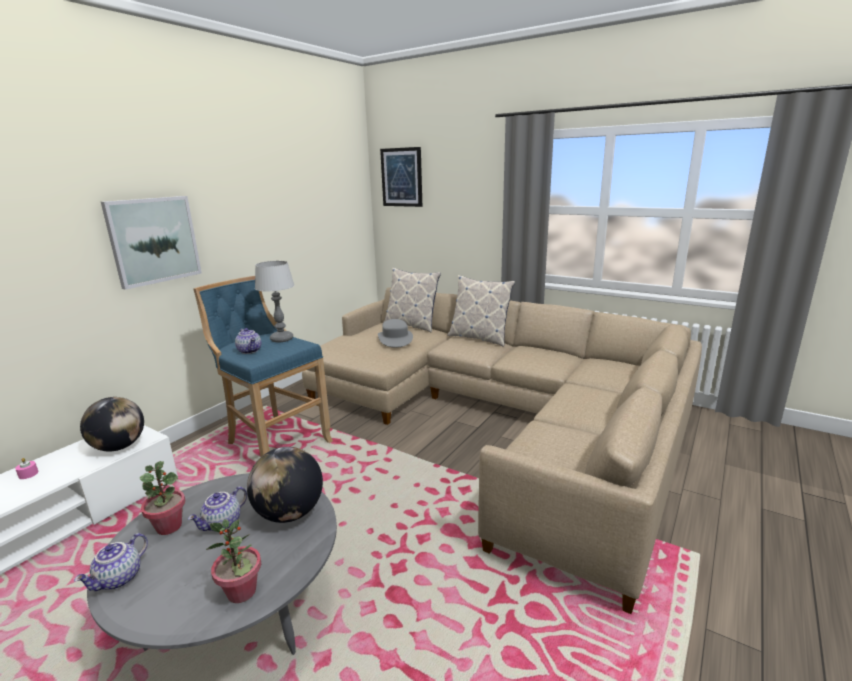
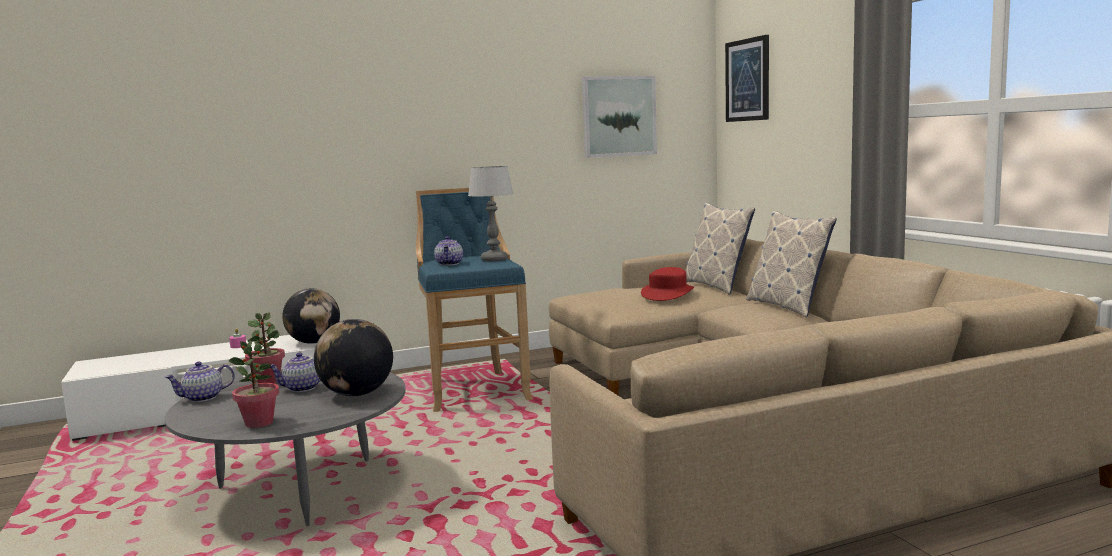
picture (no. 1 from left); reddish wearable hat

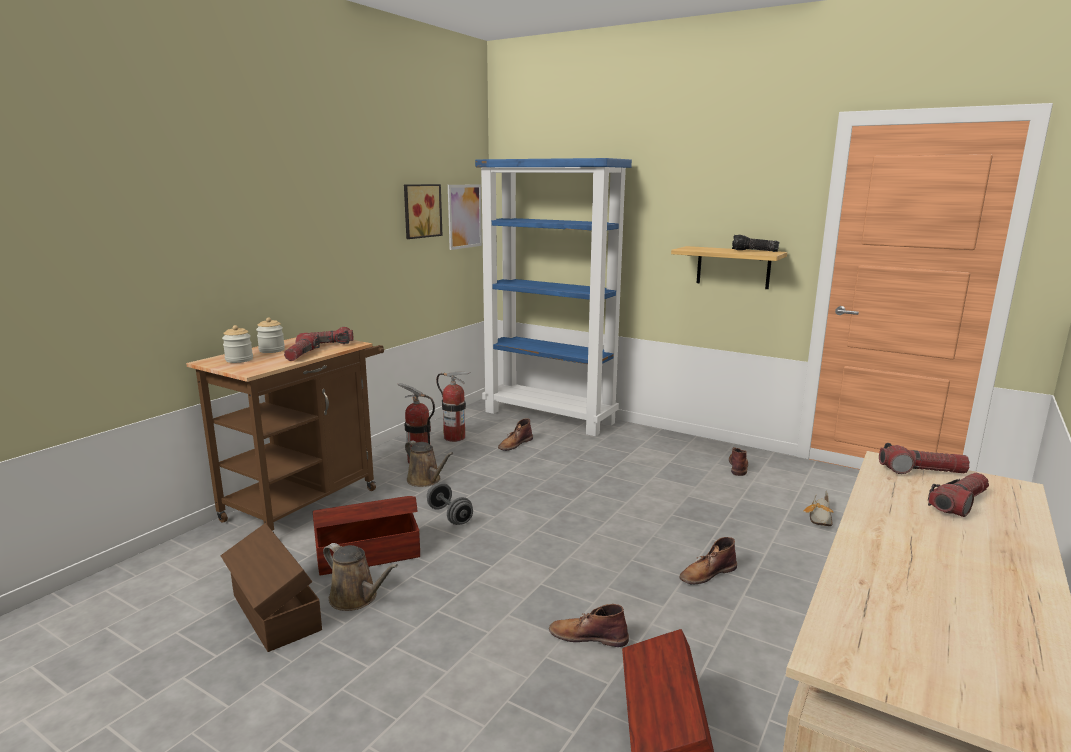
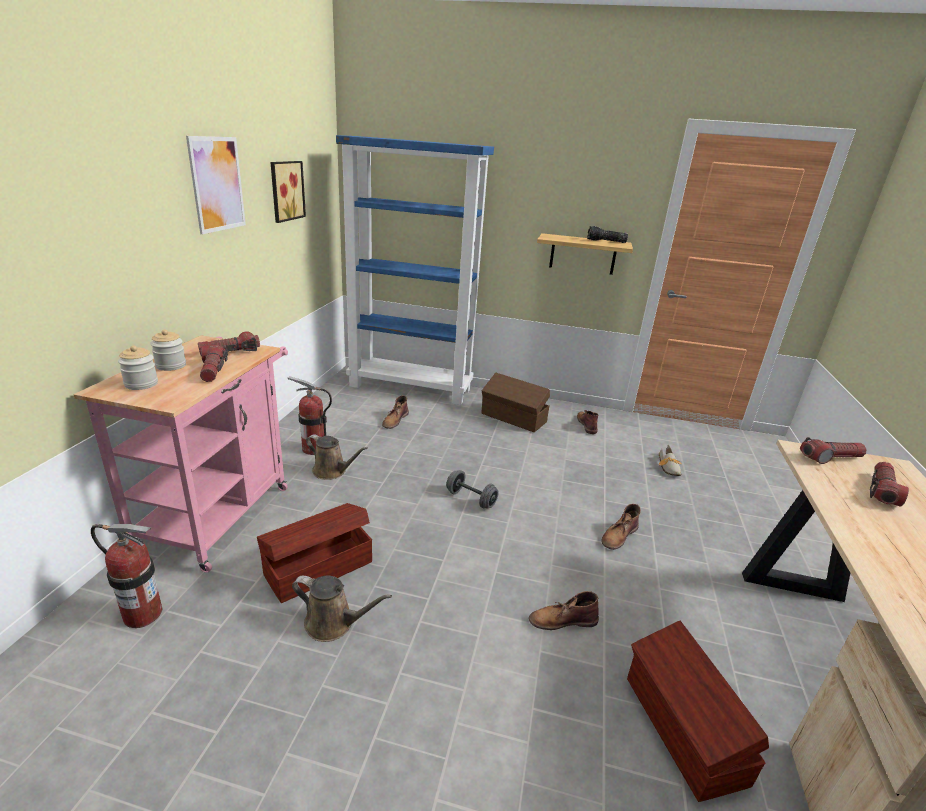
pink cart; fire extinguisher (no. 1 from left); picture (no. 1 from left); greyish hand weight; brownish storage bin (no. 2 from left)

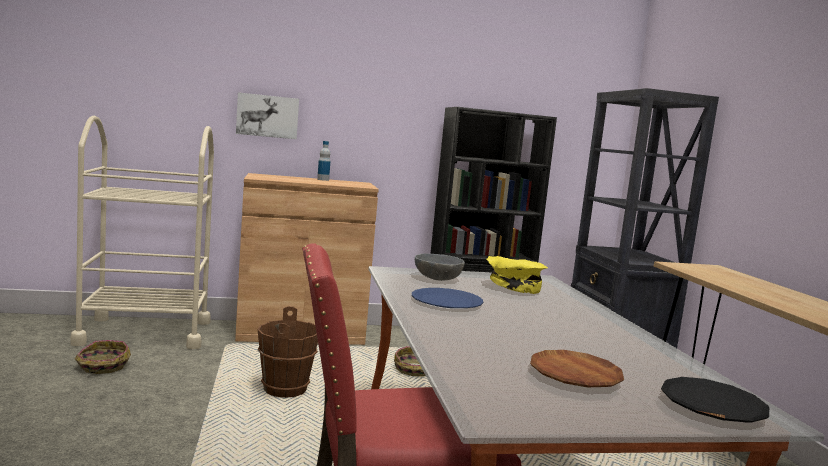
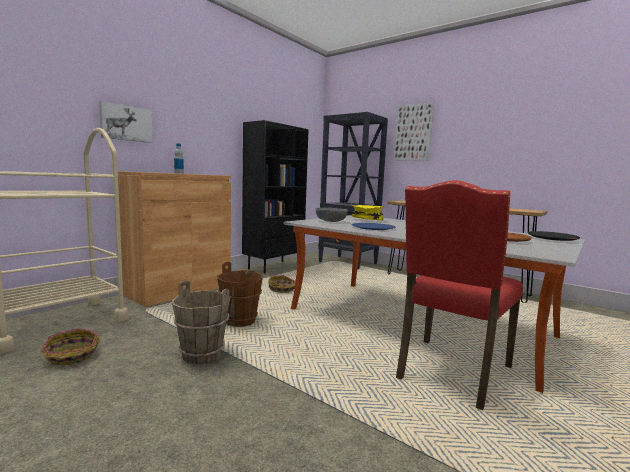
brownish water bucket (no. 1 from left); picture (no. 2 from left)

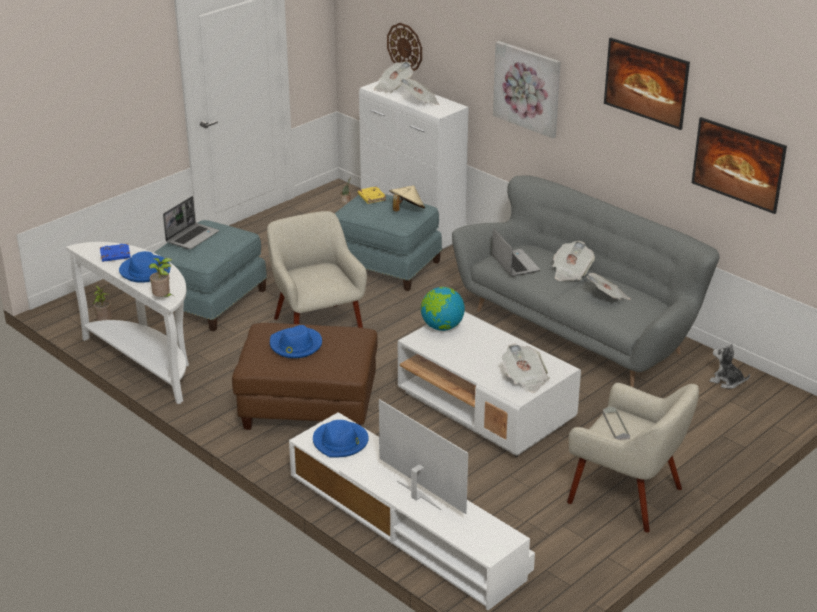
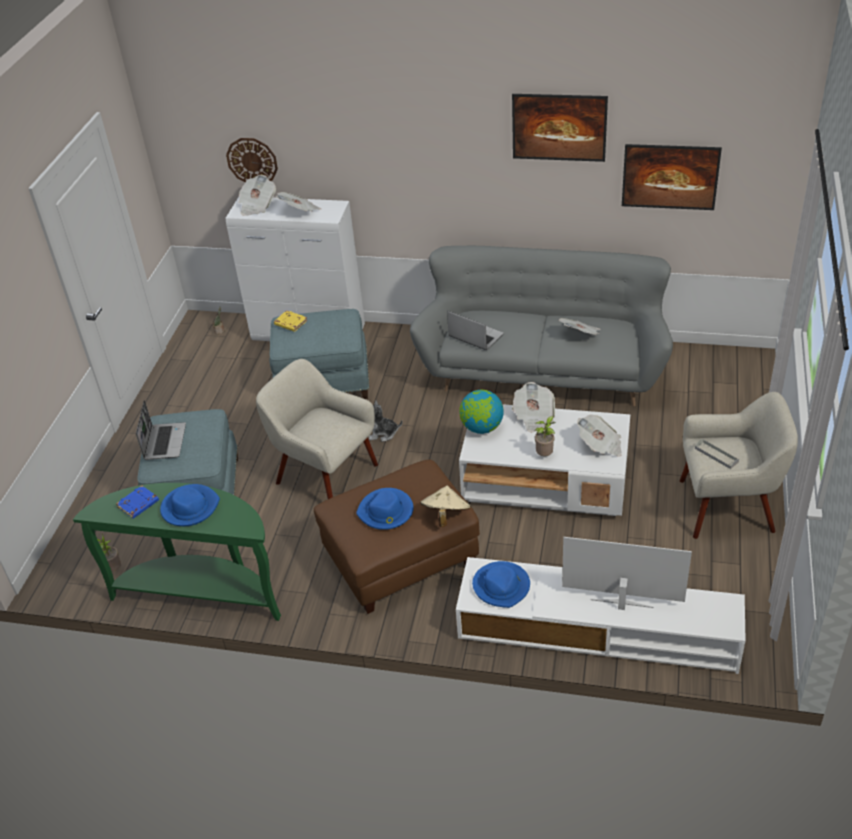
green-coloured console table; soft toy; beige-coloured wearable hat; printed paper (no. 3 from left); houseplant (no. 3 from left); picture (no. 1 from left in the first image)

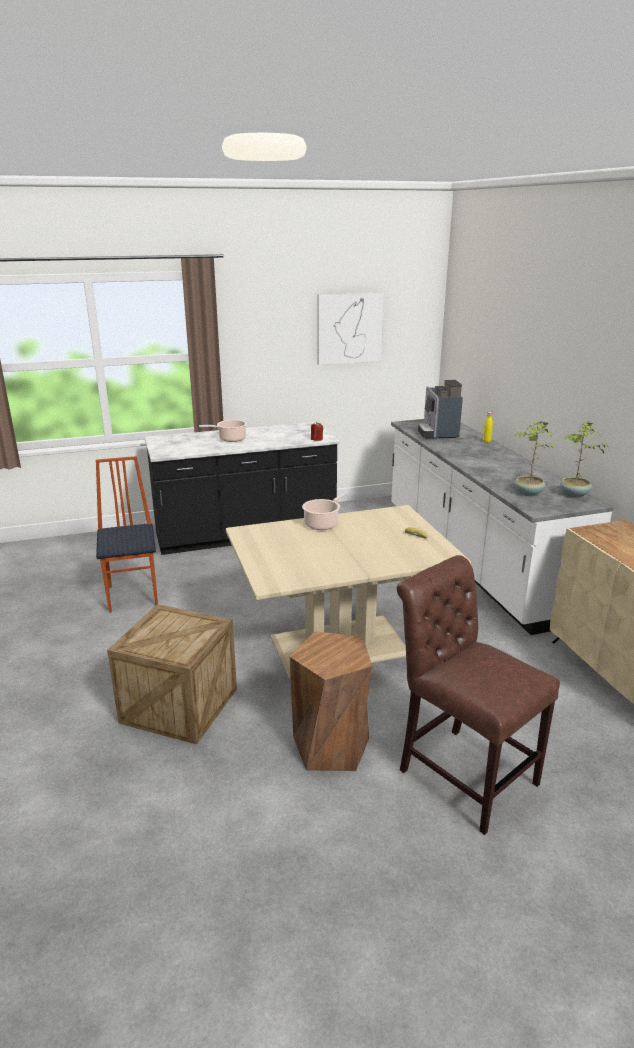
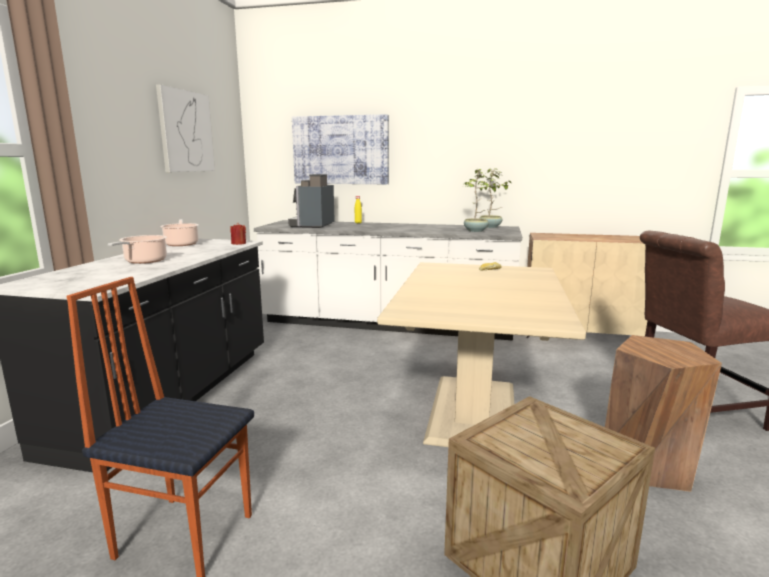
saucepot (no. 2 from left); coffee maker; picture (no. 2 from left)

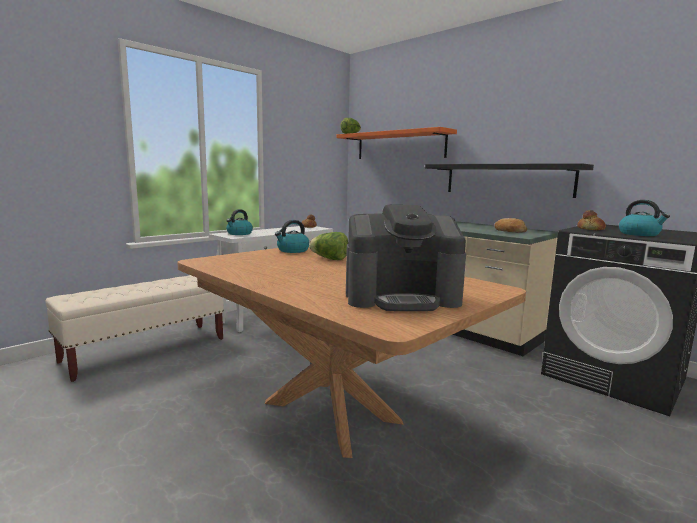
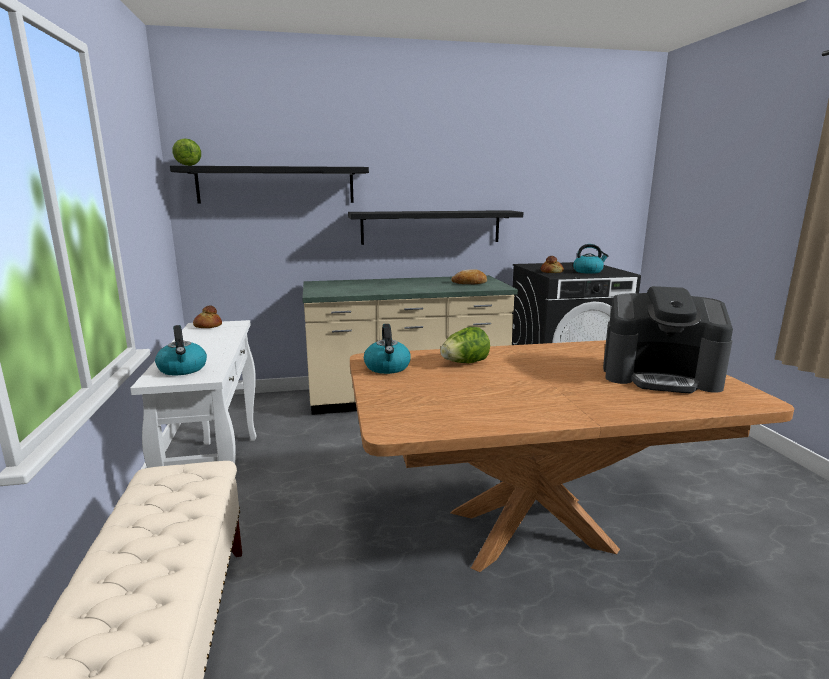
blackish shelf (no. 1 from left); coffee maker

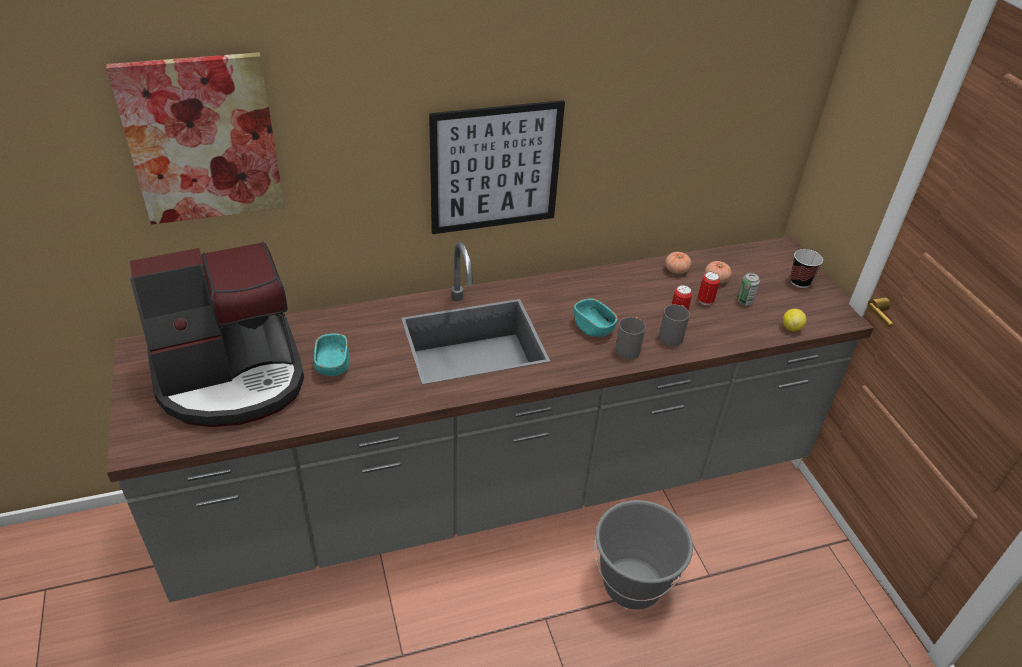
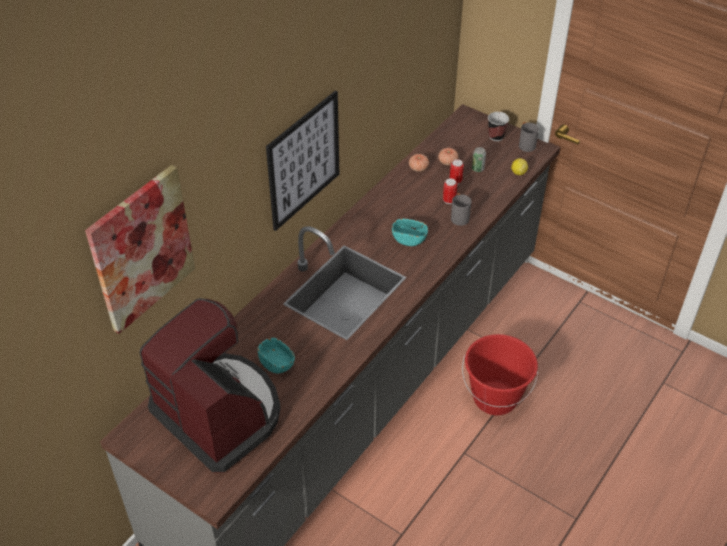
coffee maker; reddish water bucket; greyish mug (no. 2 from left)

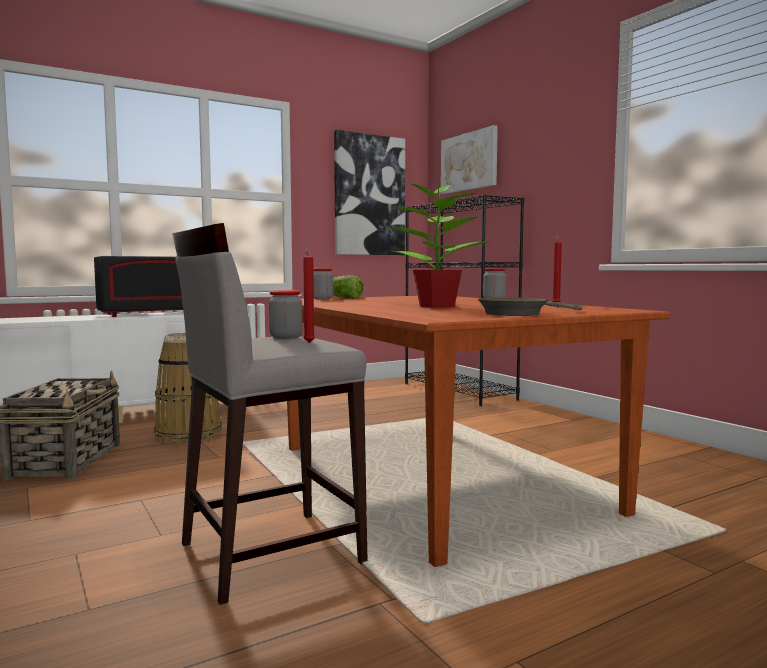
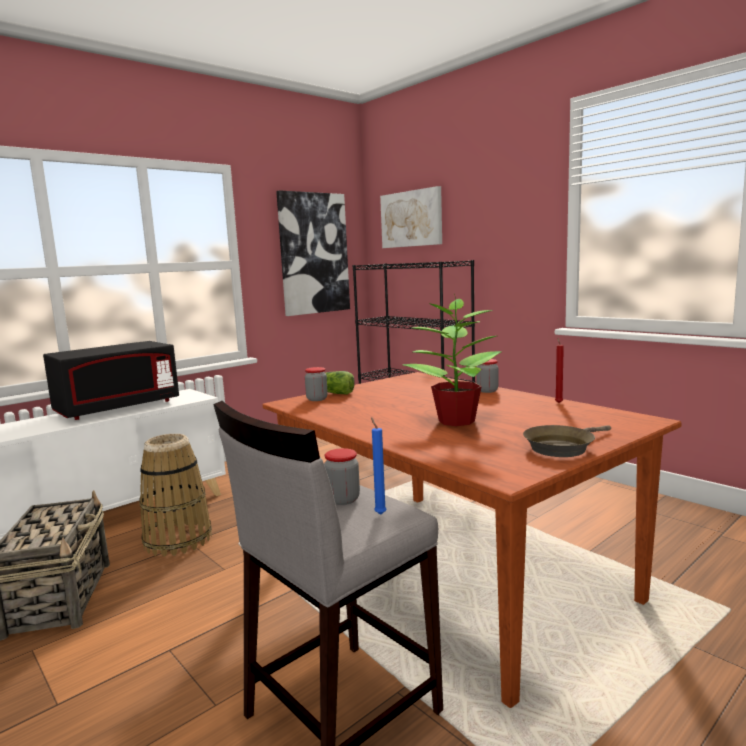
blue-coloured wax light

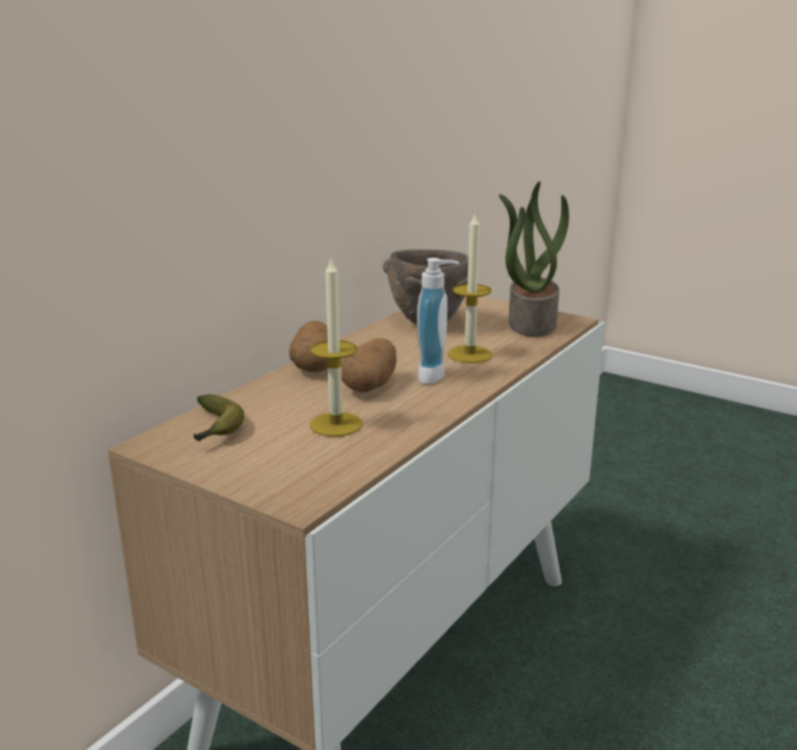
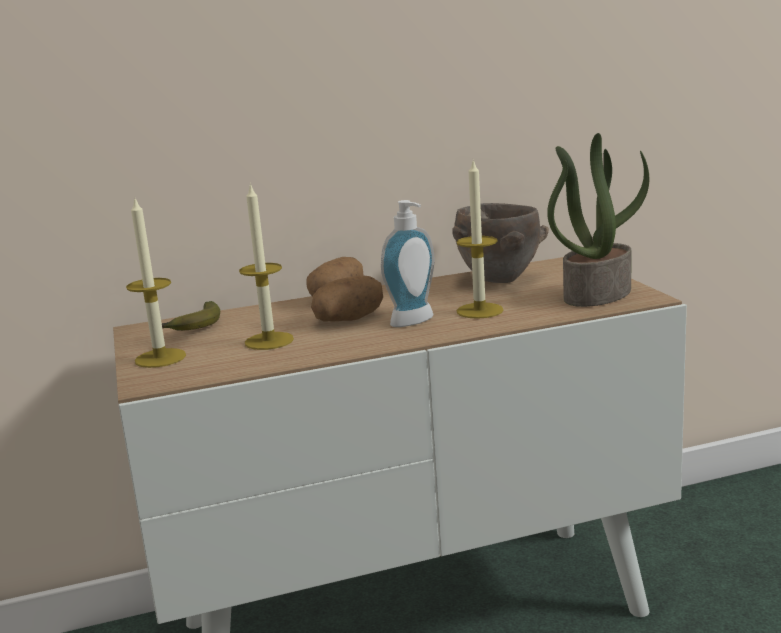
wax light (no. 1 from left)

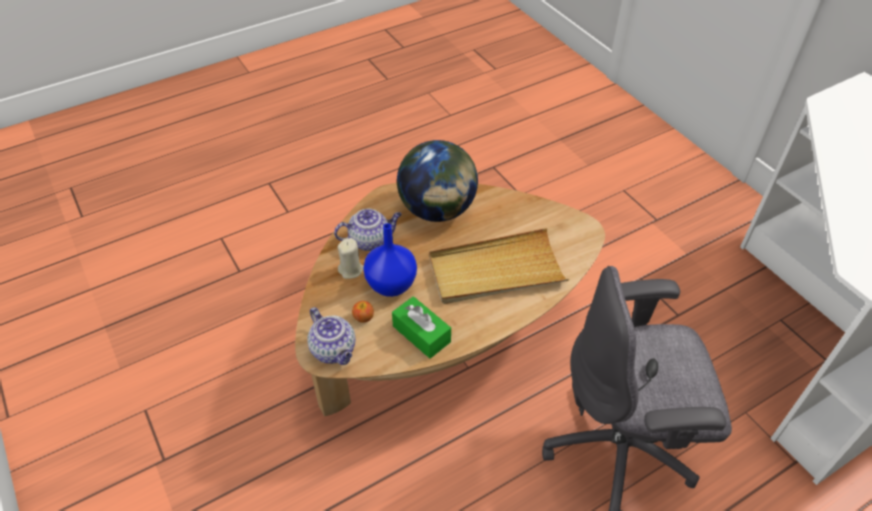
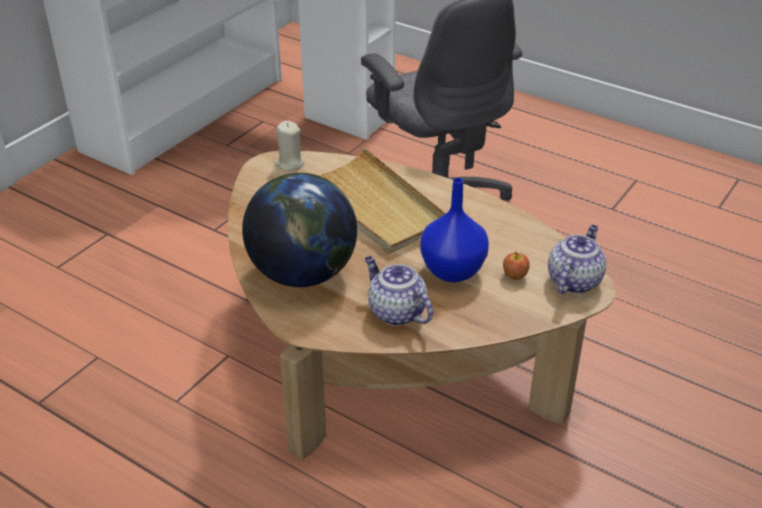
beige-coloured wax light; green-coloured tissue box

